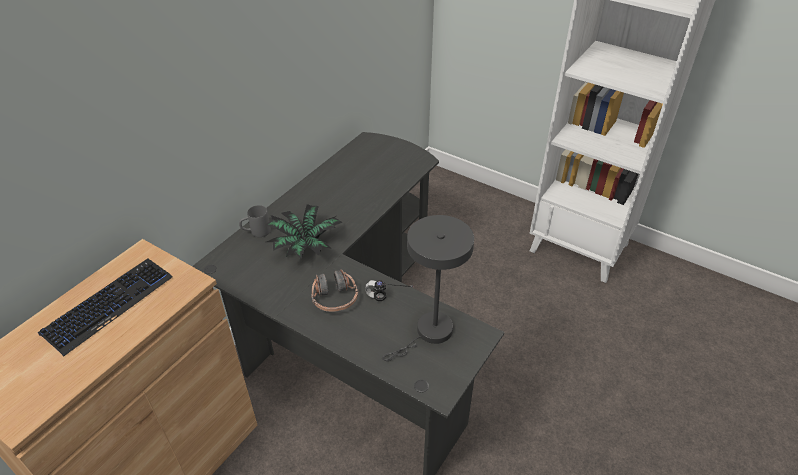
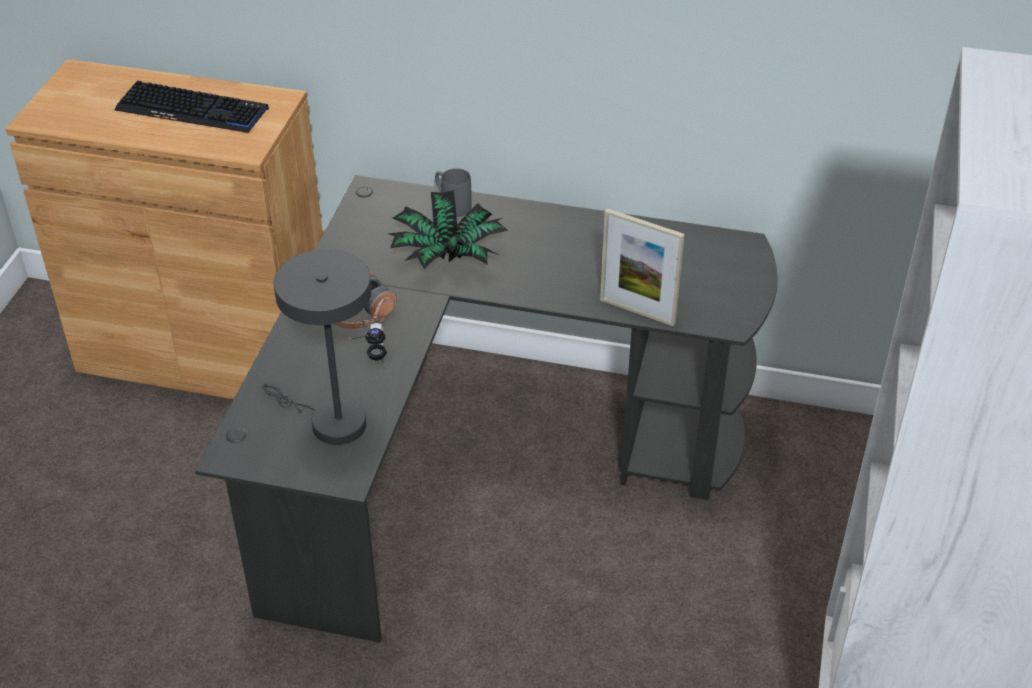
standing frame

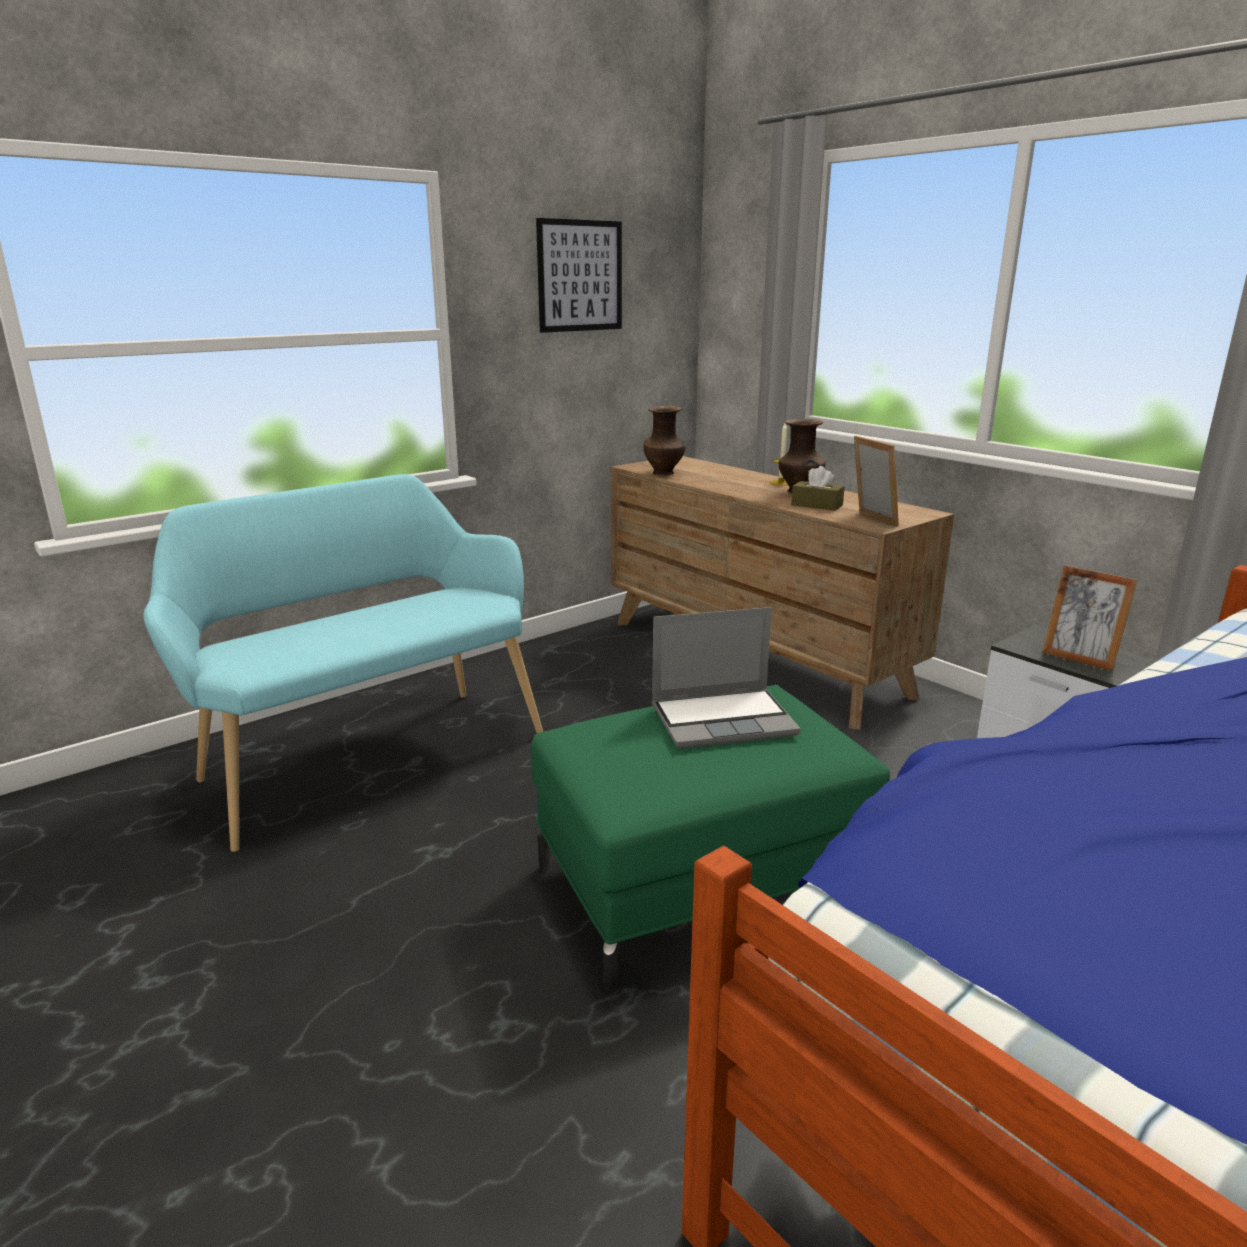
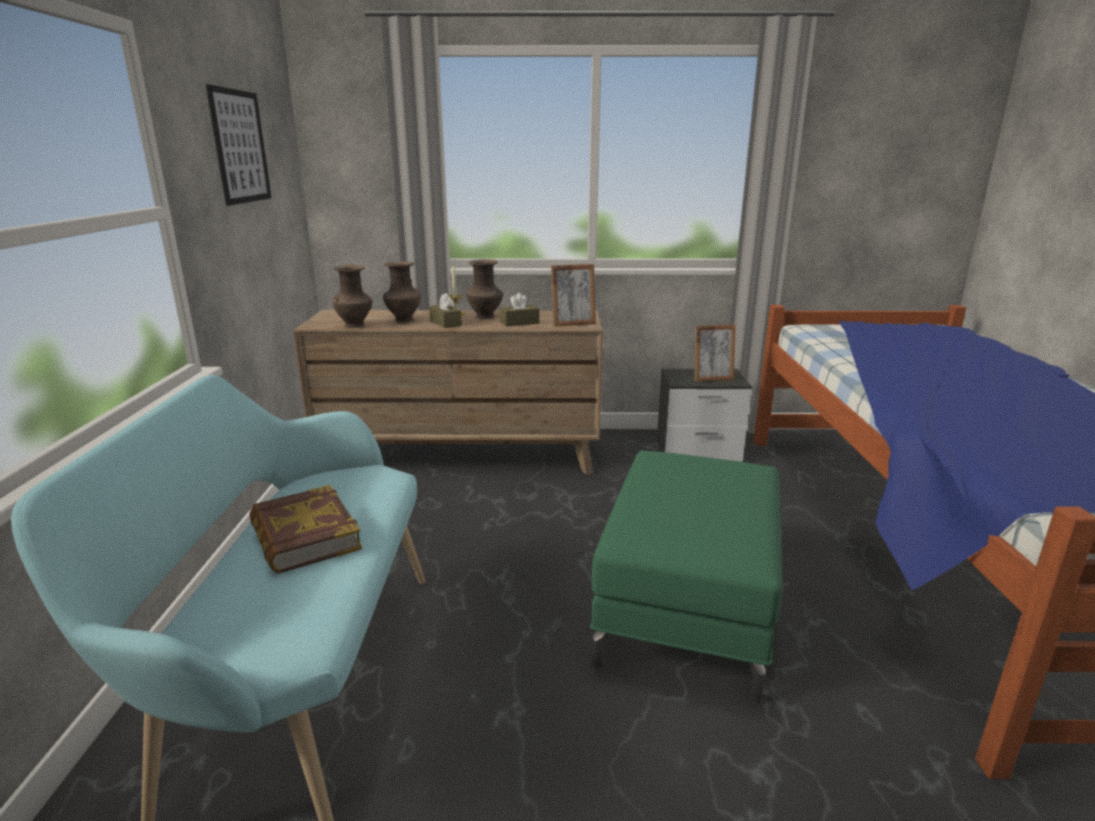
book; brownish vase (no. 2 from left); brownish tissue box (no. 1 from left); standing frame (no. 1 from left); notebook computer

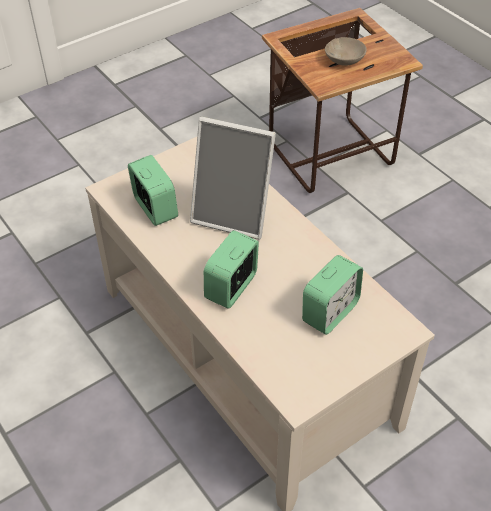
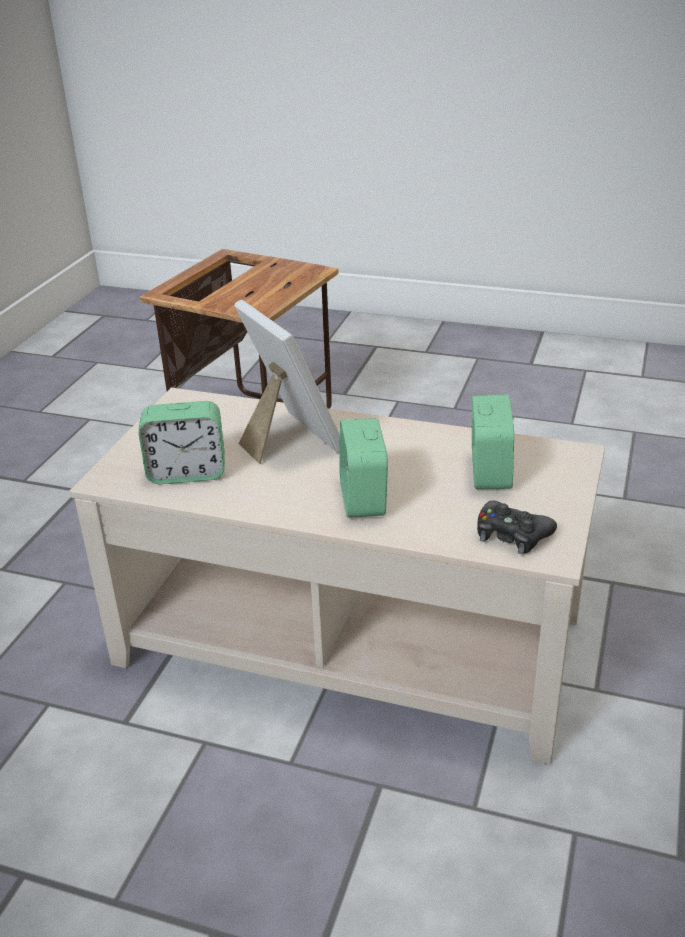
table clock (no. 1 from left); standing frame; blackish game controller; beige-coloured bowl

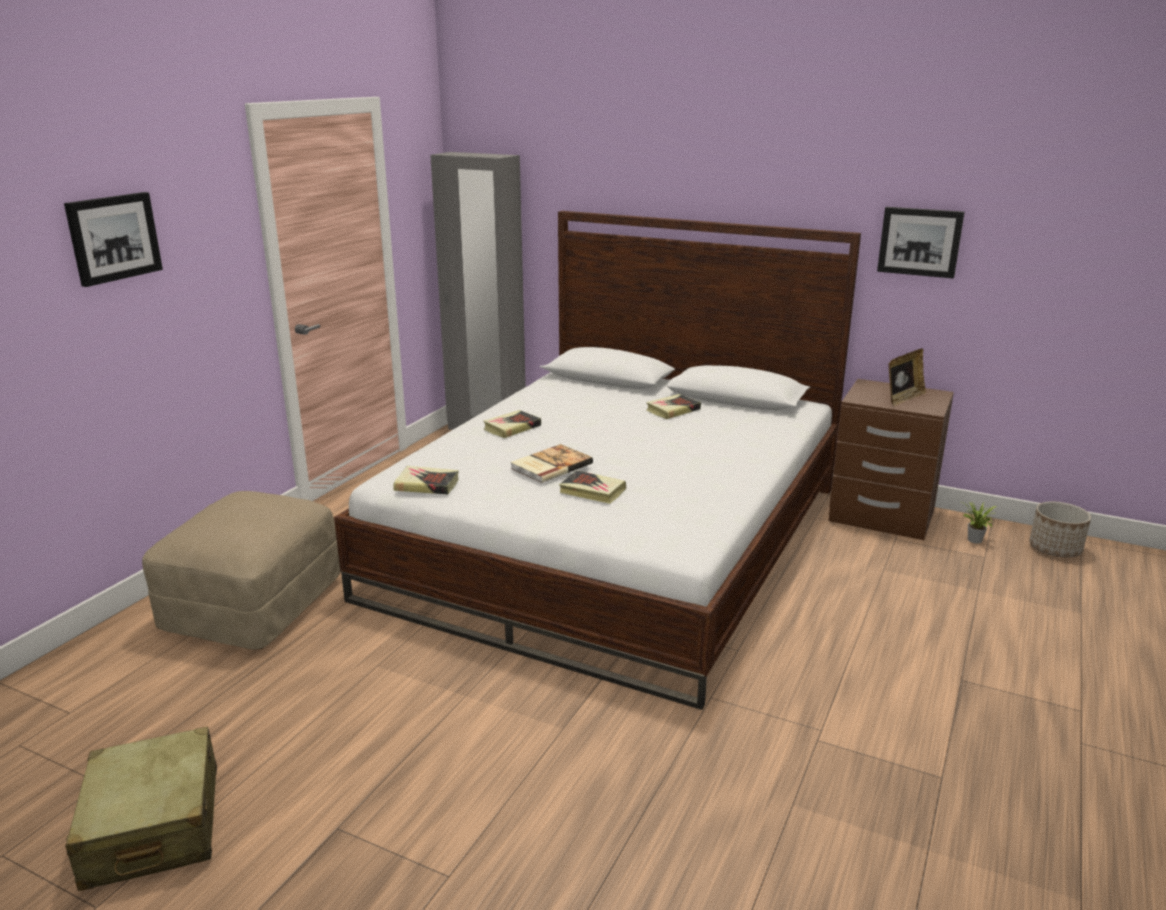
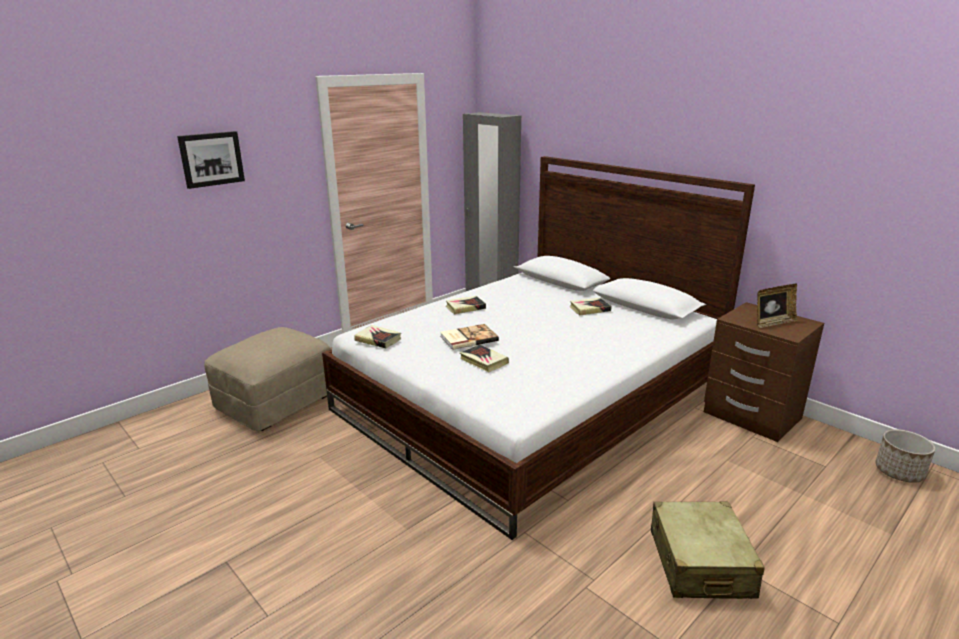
beige-coloured travel case; picture (no. 2 from left in the first image); houseplant

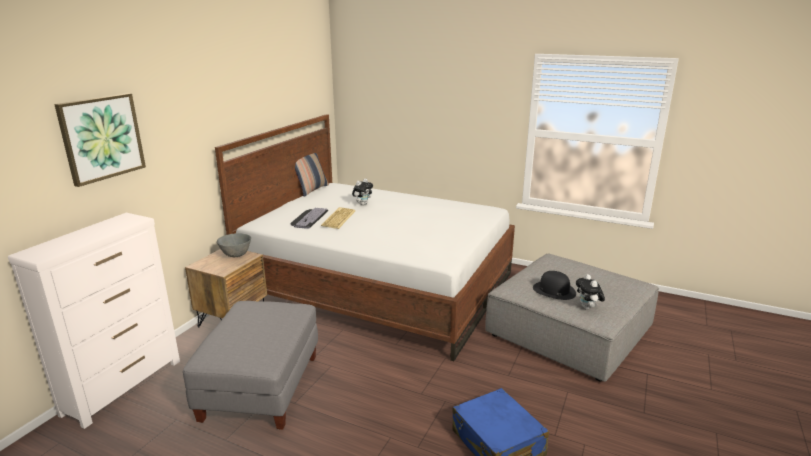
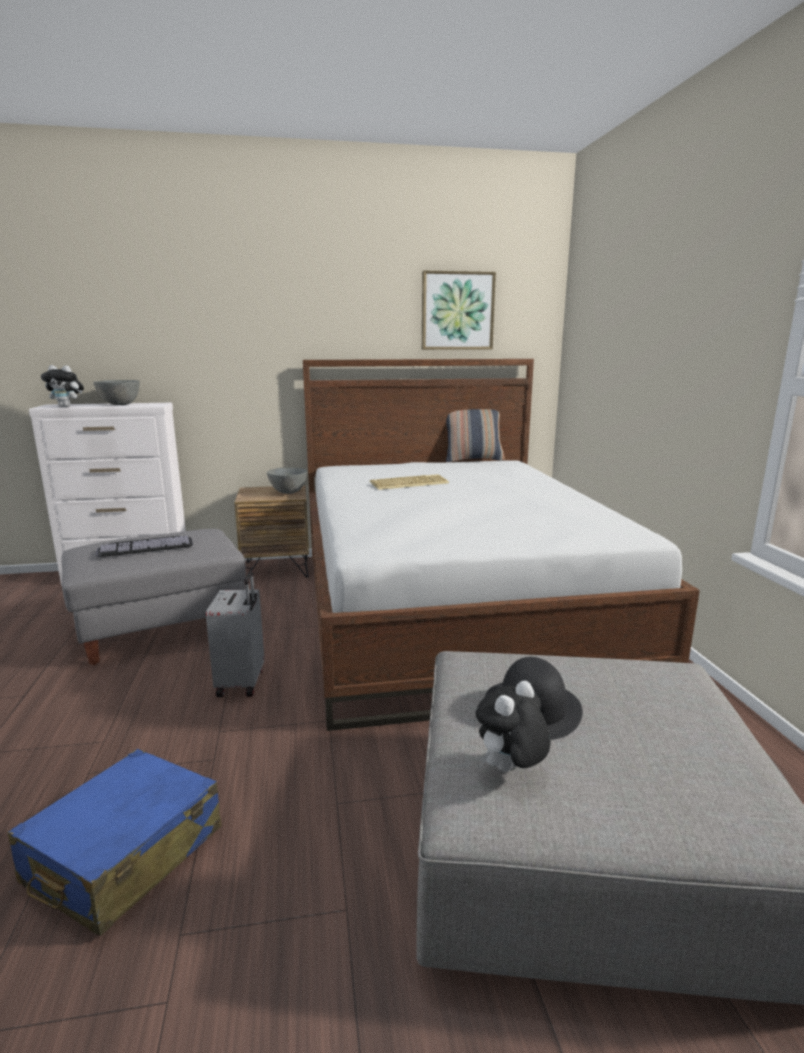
soft toy (no. 1 from left); greyish bowl (no. 1 from left); computer keyboard (no. 1 from left); greyish travel case; picture

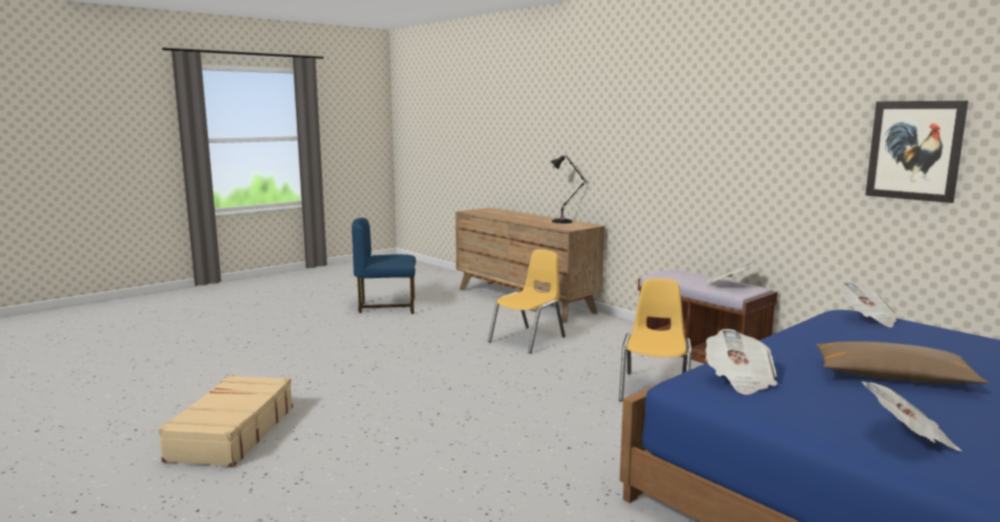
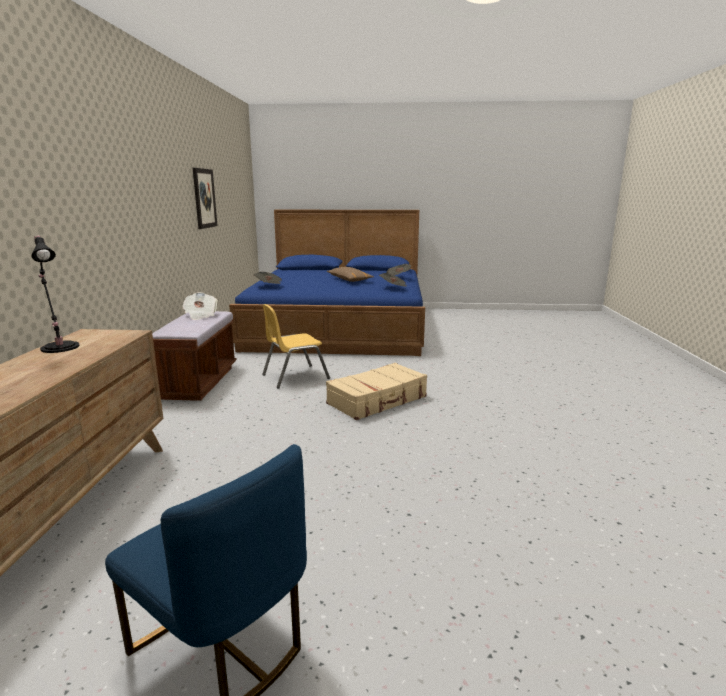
beige-coloured travel case; yellow-coloured upright chair (no. 1 from left in the first image)

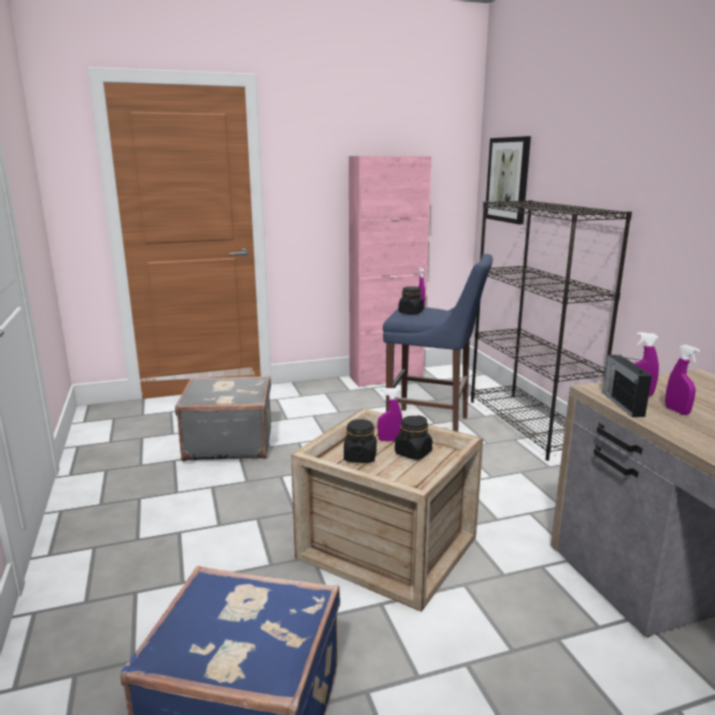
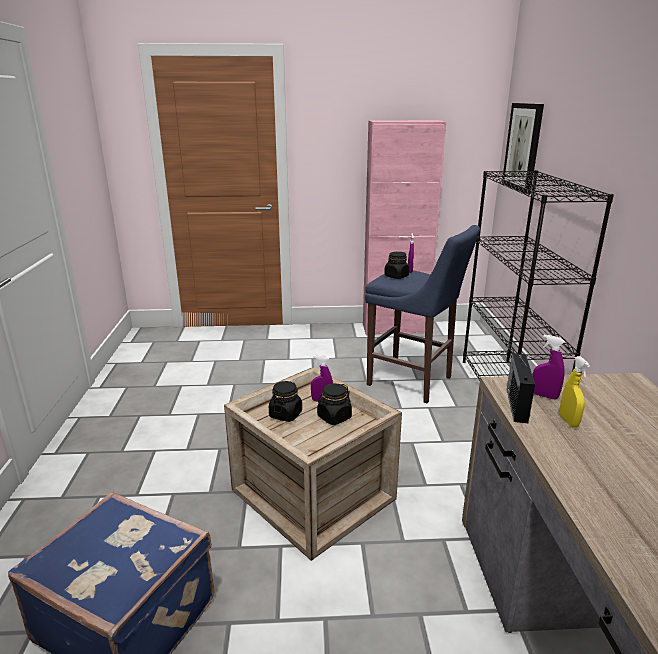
yellow-coloured hand sprayer; greyish travel case

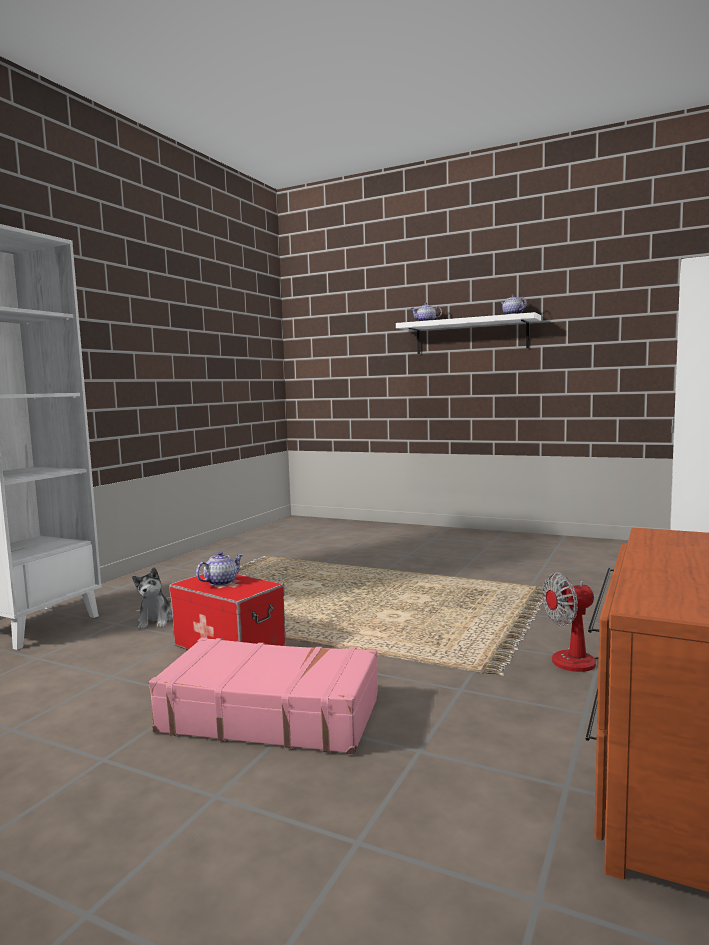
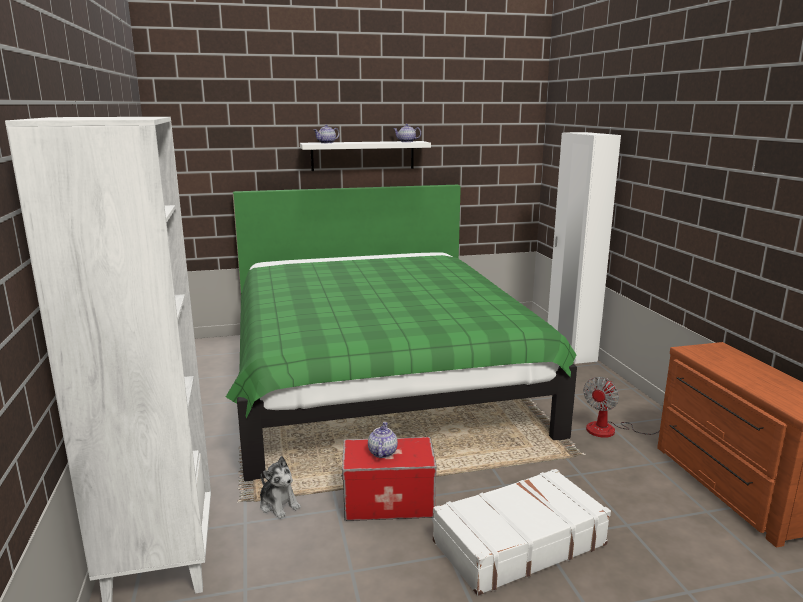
green-coloured sleeping bed; white travel case

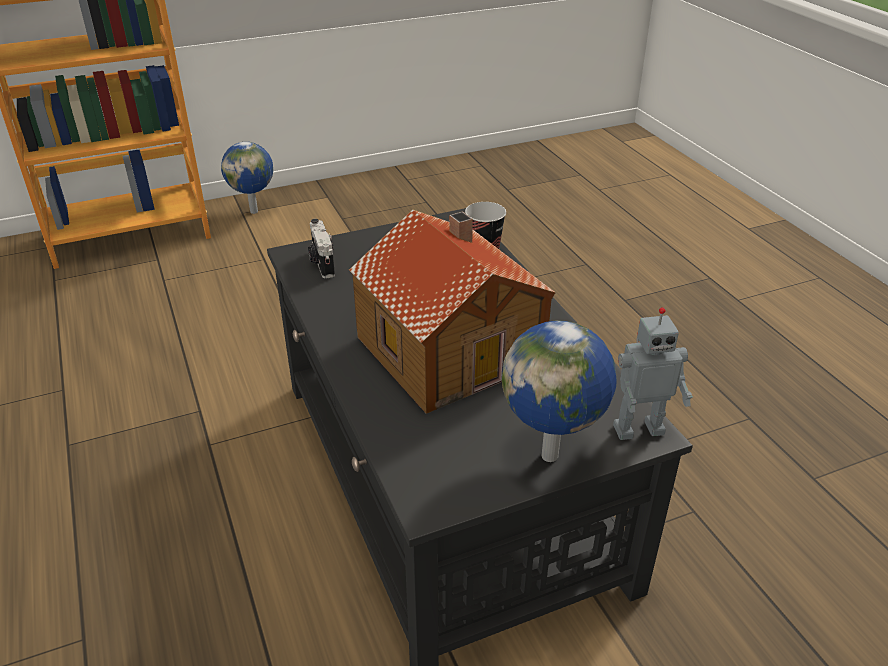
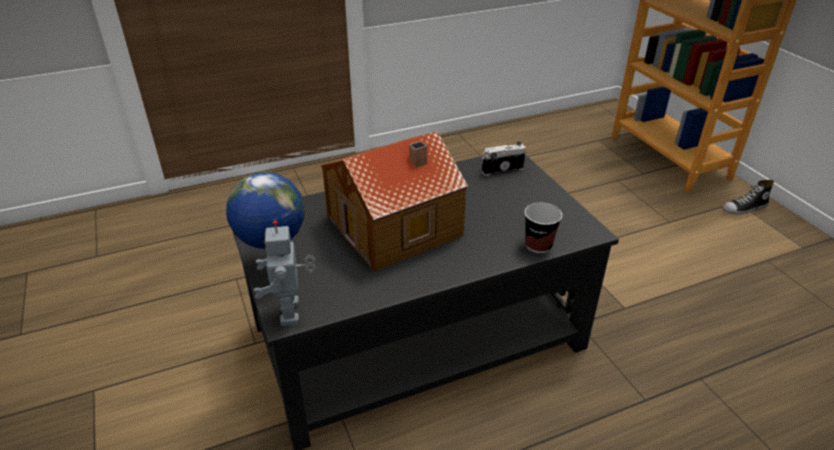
shoe

